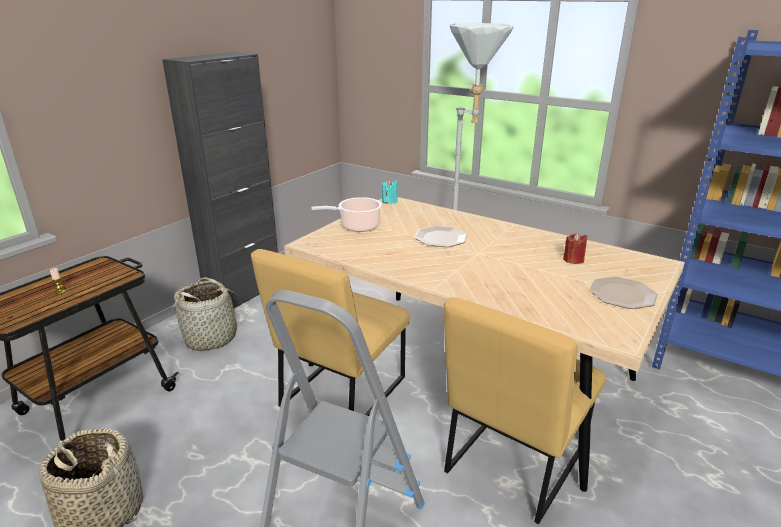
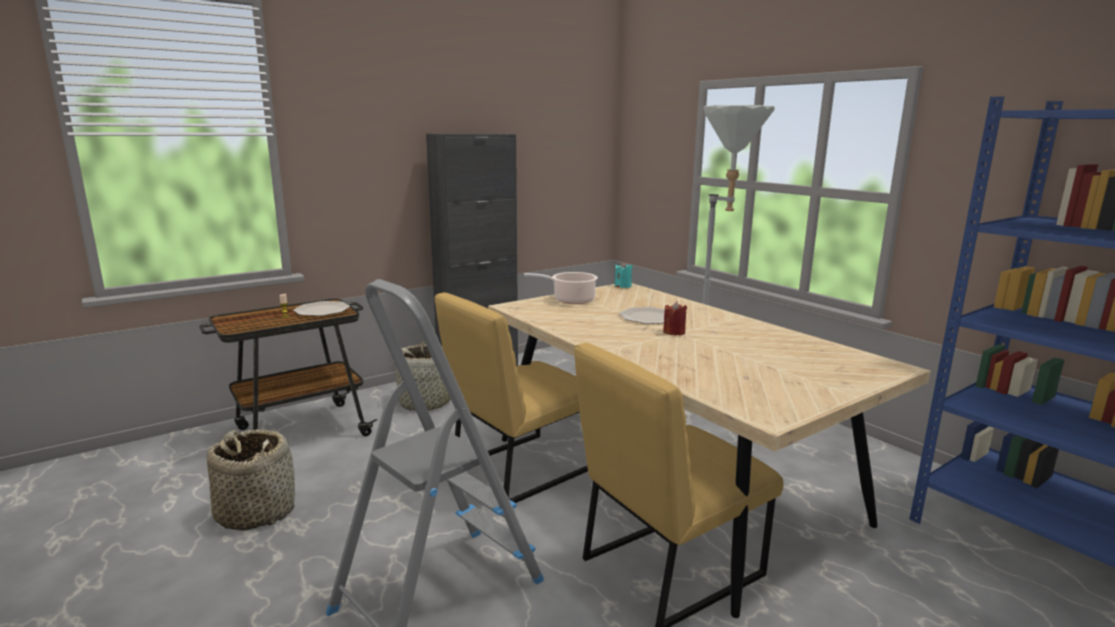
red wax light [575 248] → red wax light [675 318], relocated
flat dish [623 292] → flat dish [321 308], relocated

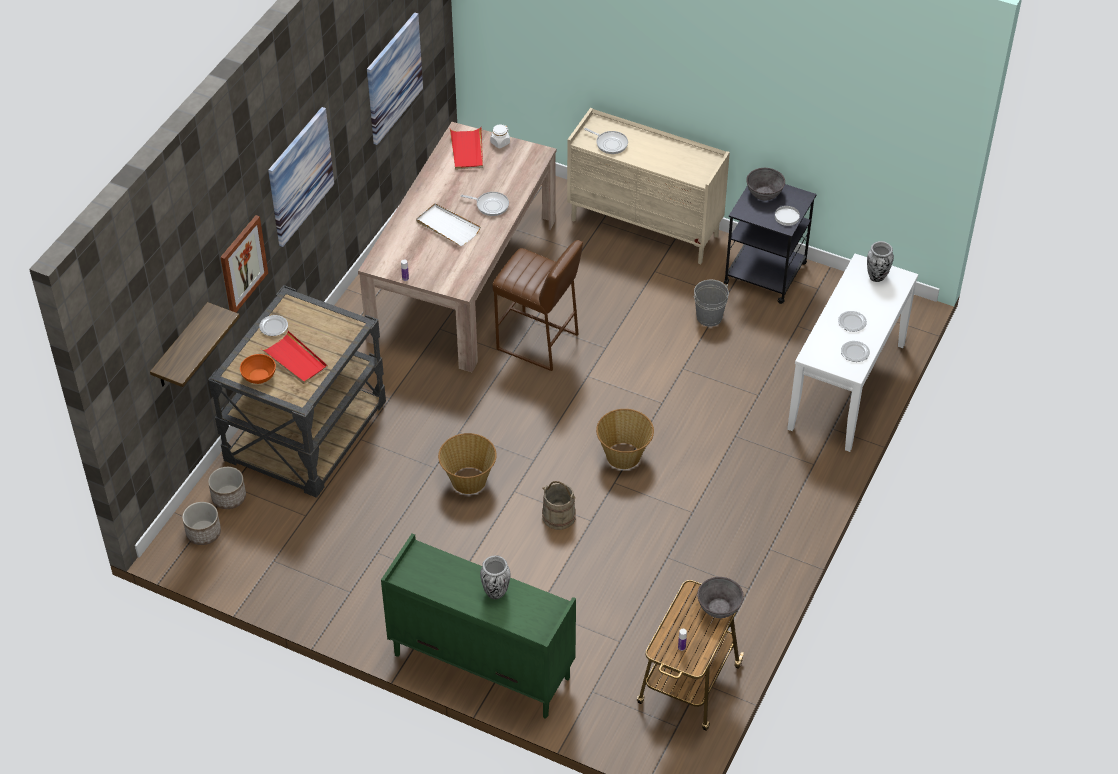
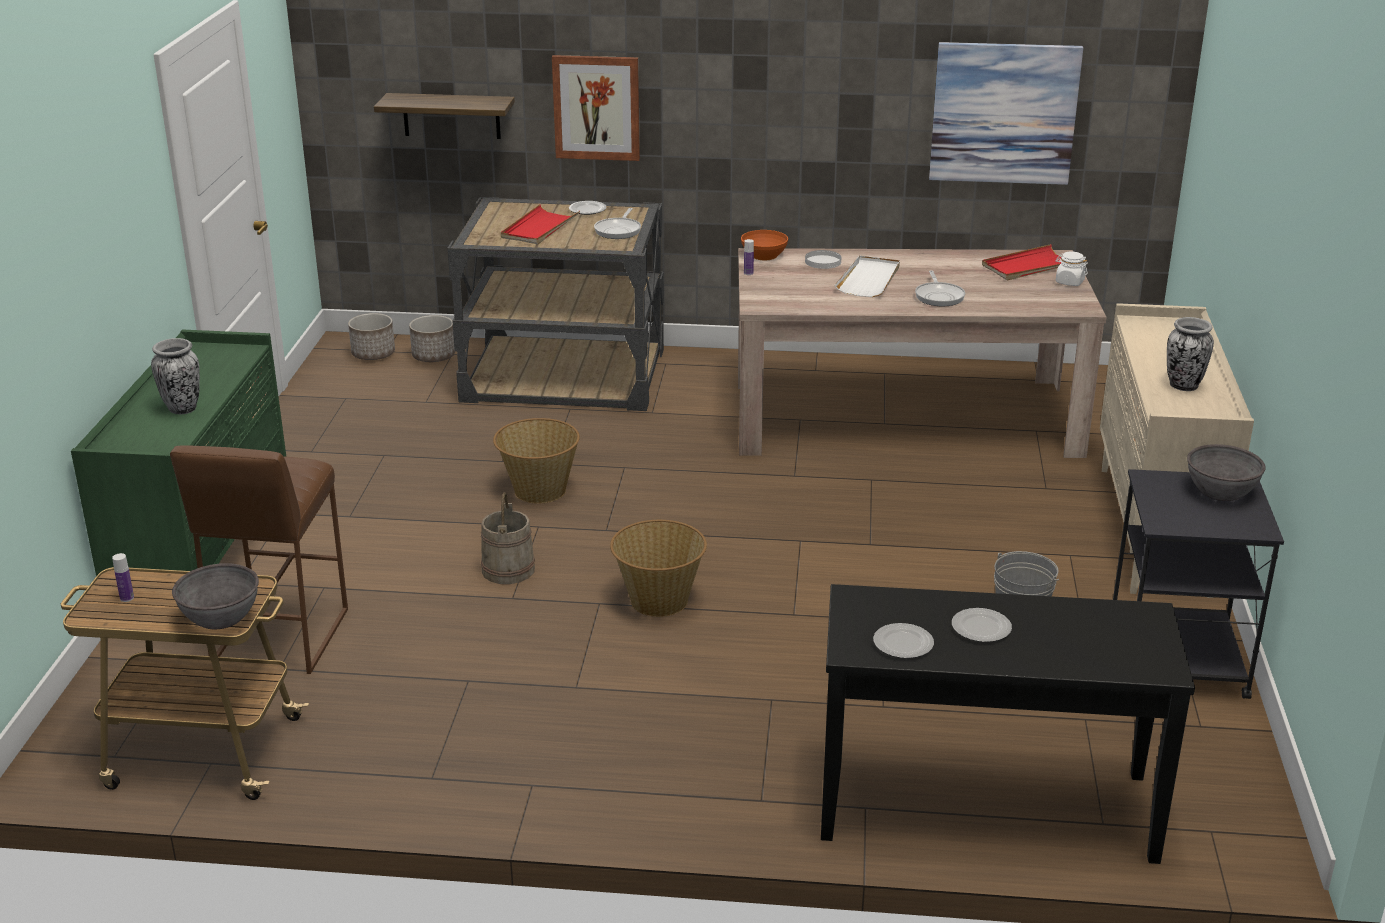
wall art [301 177] → -
orangey deep dish [258 369] → orangey deep dish [764 245], relocated
brown stool seat [537 305] → brown stool seat [259 559], relocated
pan [606 141] → pan [617 223], relocated
white-coloured flat dish [787 216] → white-coloured flat dish [823 259], relocated
decorative vase [880 261] → decorative vase [1190 354], relocated
white-coloured console table [852 353] → blackish console table [1008 724]

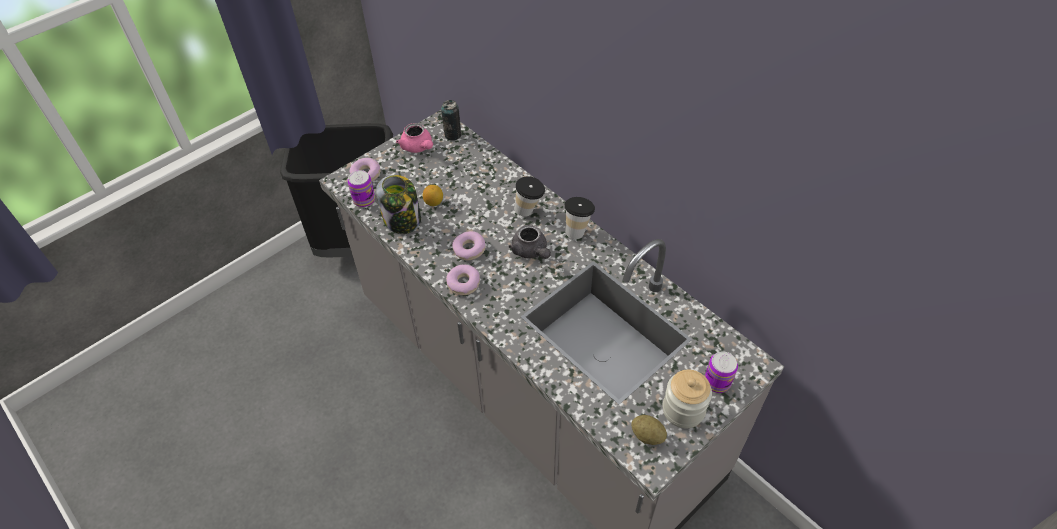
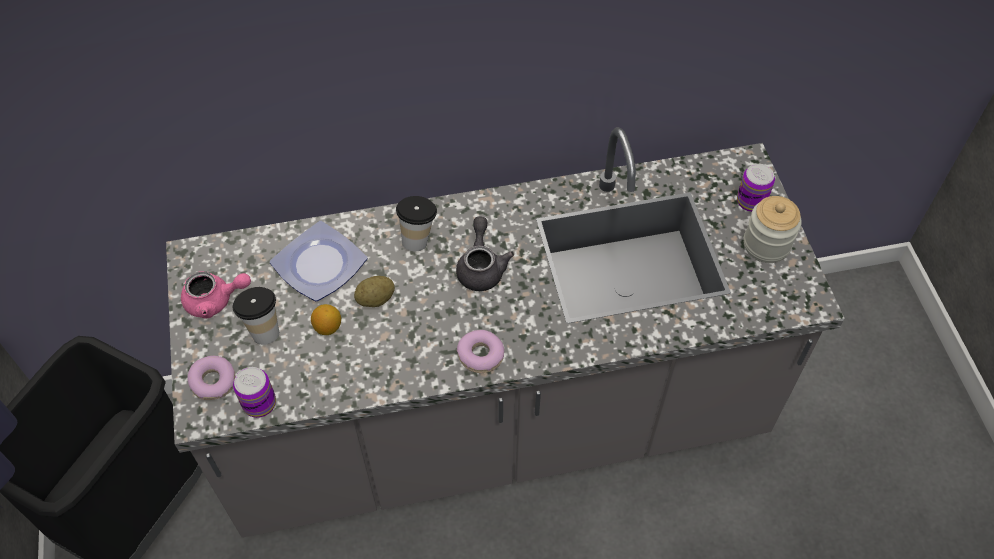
jar [398 204] → -
metal can [451 120] → -
donut [468 245] → -
- → flat dish [318 261]
cup [580 218] → cup [255 316], relocated
potato [649 430] → potato [374 291], relocated
gray tea pot [529 242] → gray tea pot [485 253], 90 degrees counterclockwise

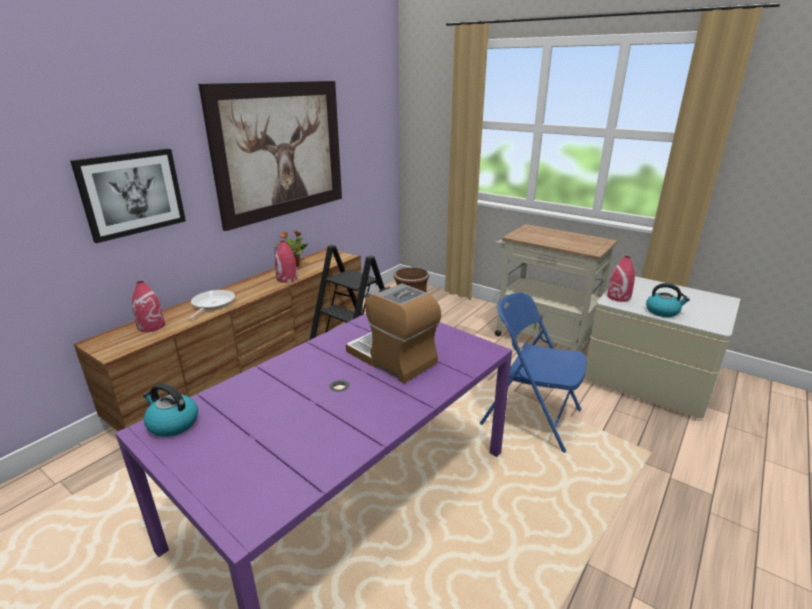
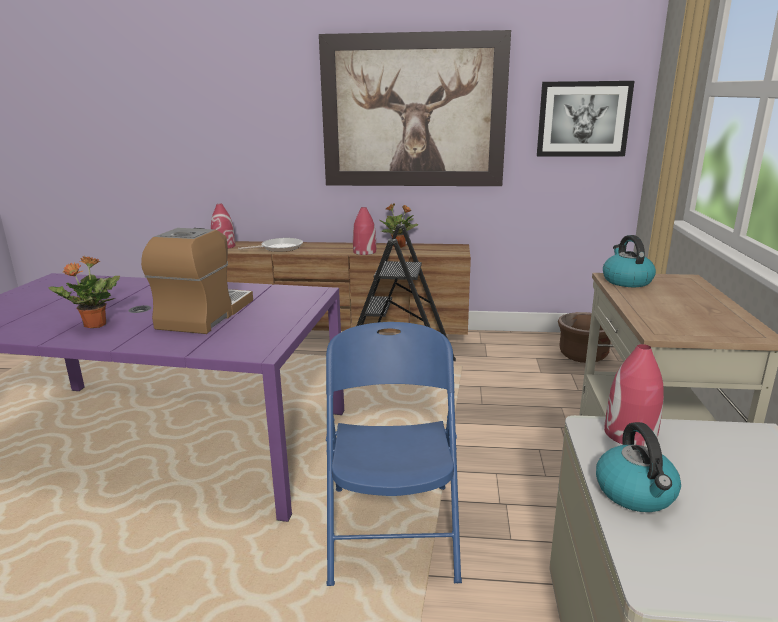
- → potted plant [84 292]
wall art [128 195] → wall art [585 118], relocated
water kettle [170 410] → water kettle [629 261], relocated

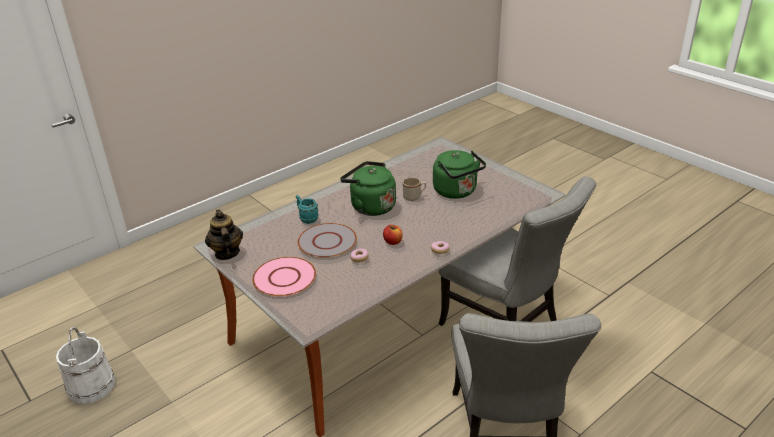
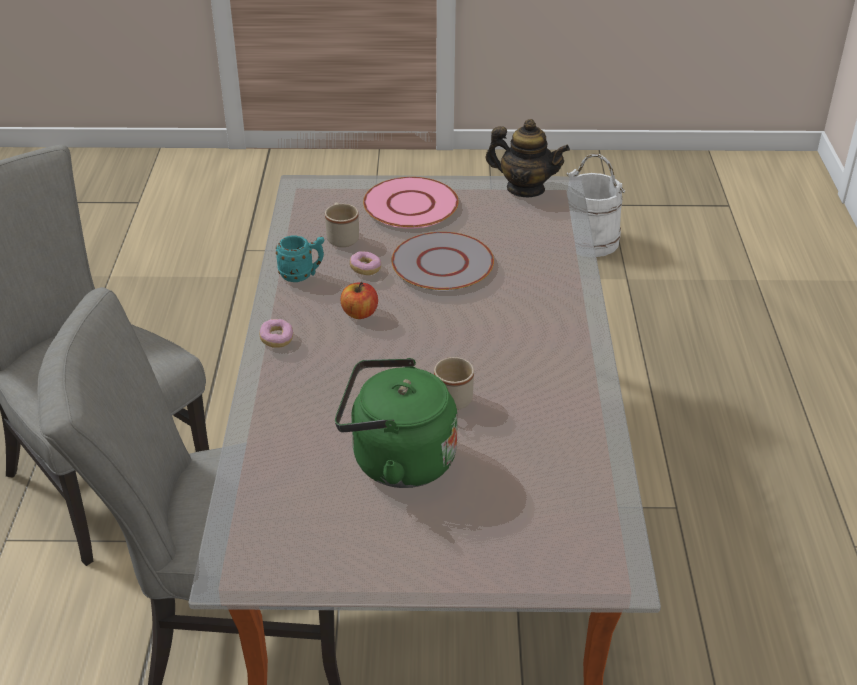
greenish water kettle [368 188] → -
- → beige tea mug [342 224]
blue-green tea mug [307 209] → blue-green tea mug [300 258], relocated

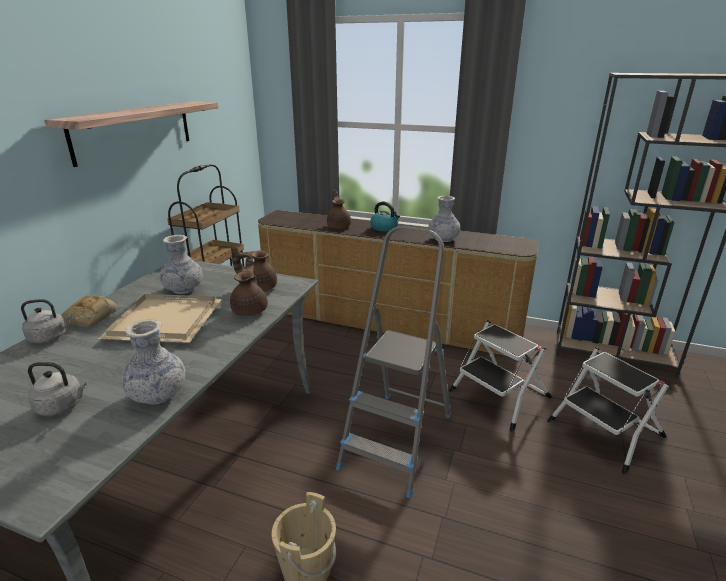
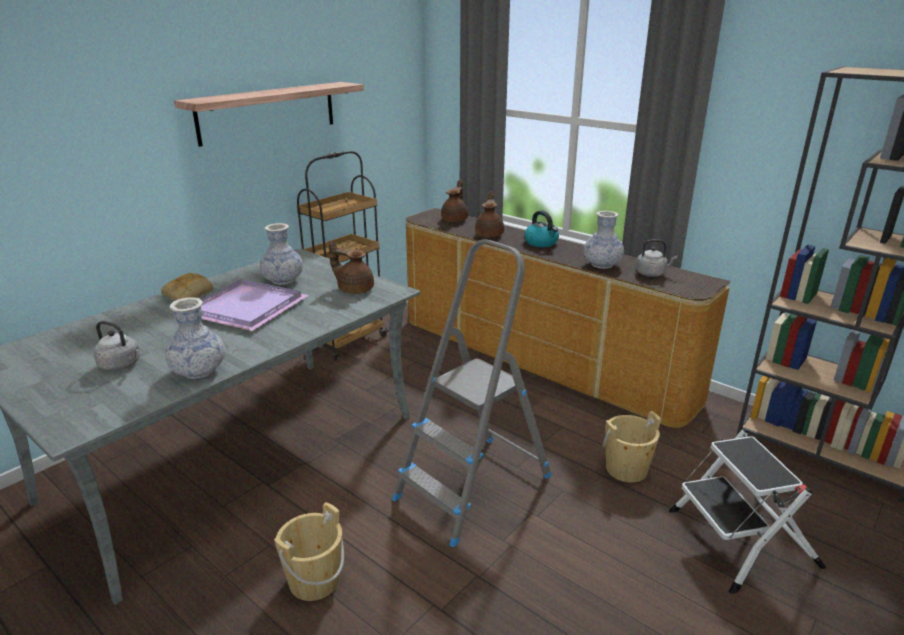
gray water kettle [46 321] → gray water kettle [657 258], relocated
brown tea pot [249 285] → brown tea pot [454 200], relocated
step ladder [500 376] → beige bucket [632 447]
beige tray [160 318] → purple-coloured tray [255 305]

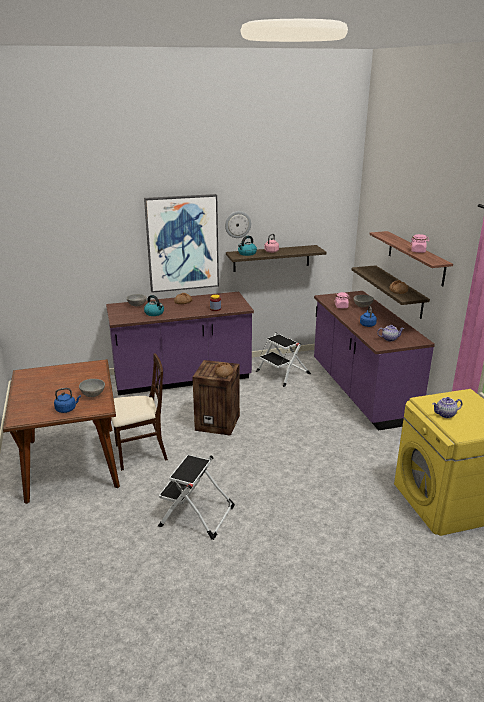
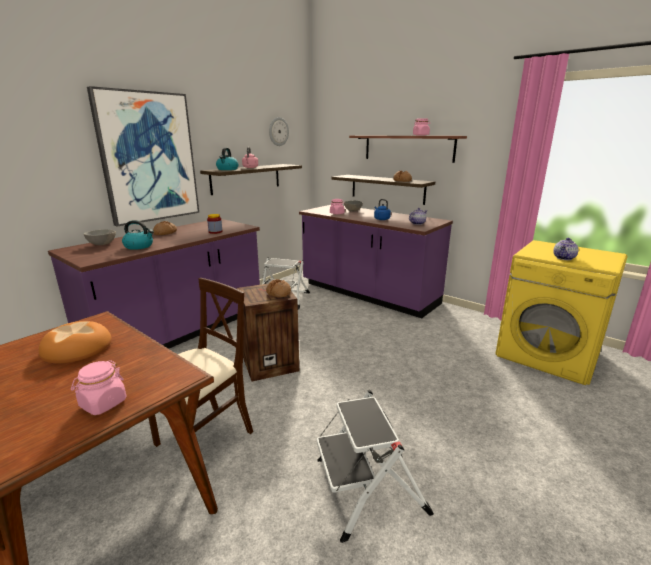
gray deep dish [92 388] → -
- → bread [75 342]
wall clock [238 224] → wall clock [279 131], relocated
blue water kettle [67 400] → pink jar [98 387]

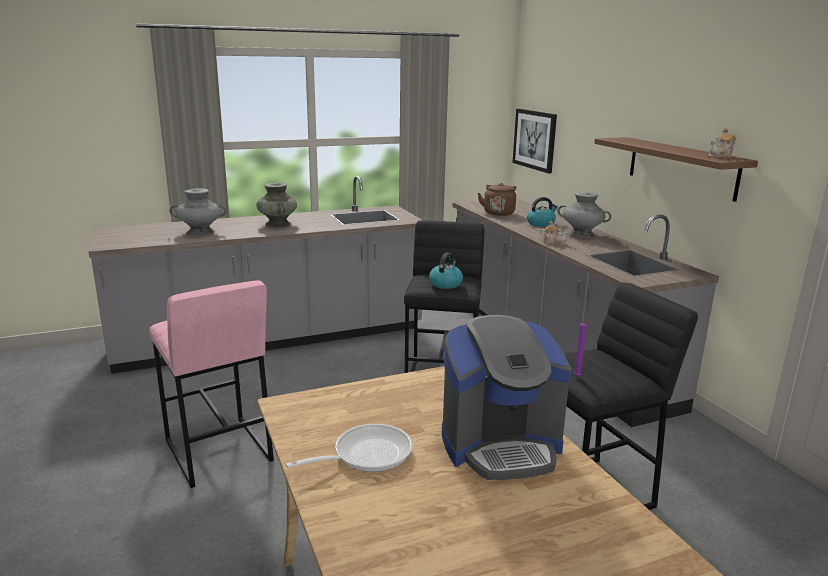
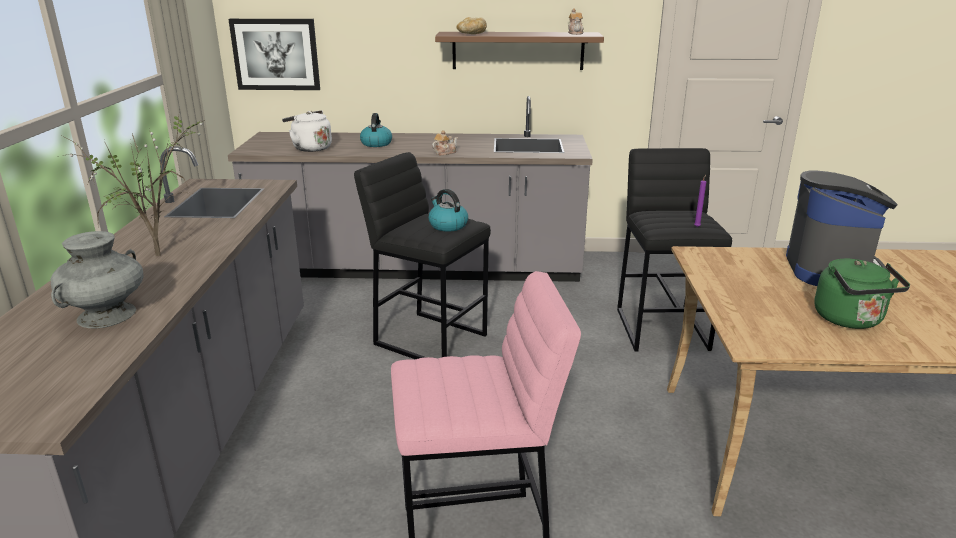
gray decorative vase [584 215] → -
- → bread [471 25]
blue-green decorative vase [276 205] → potted plant [133 181]
pan [349 448] → greenish water kettle [862 294]
brown water kettle [497 199] → white-coloured water kettle [307 131]

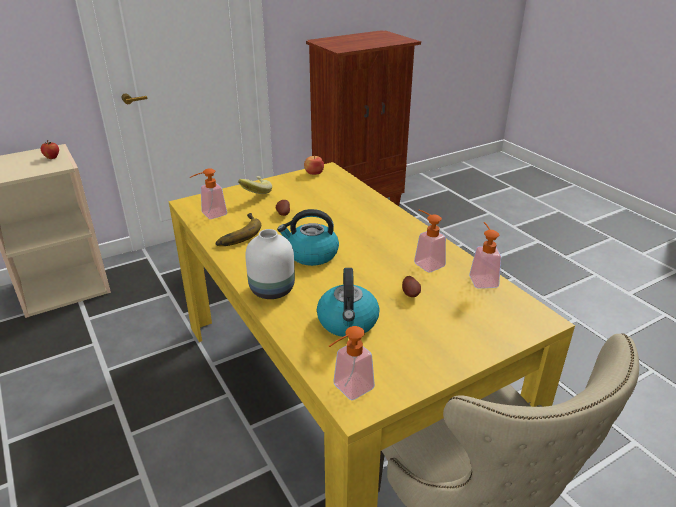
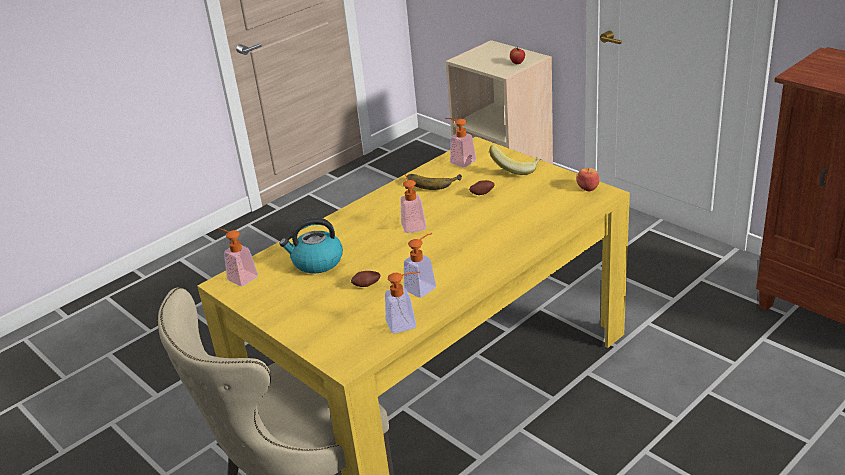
white-coloured decorative vase [270 264] → -
water kettle [308 237] → soap bottle [413 203]

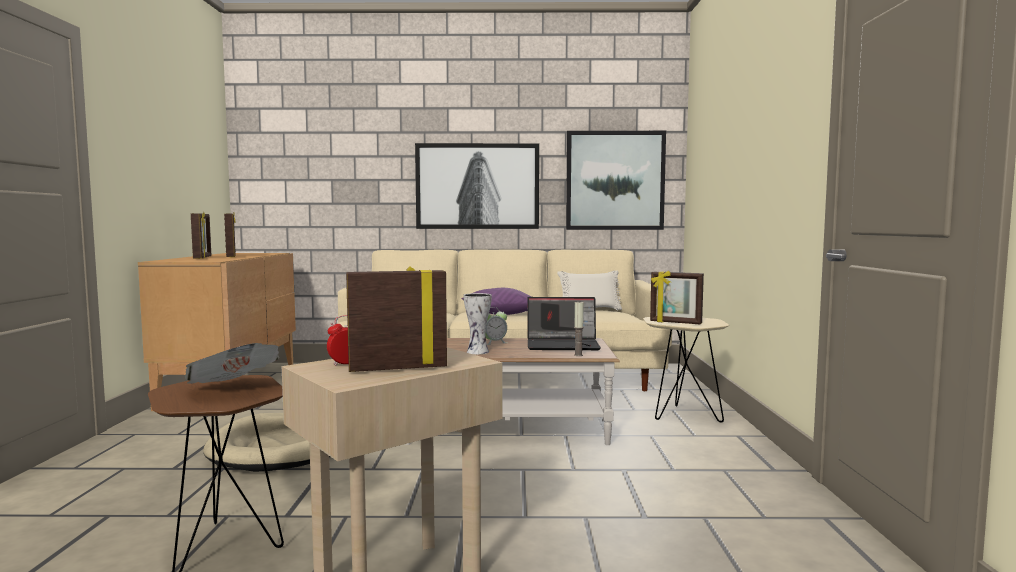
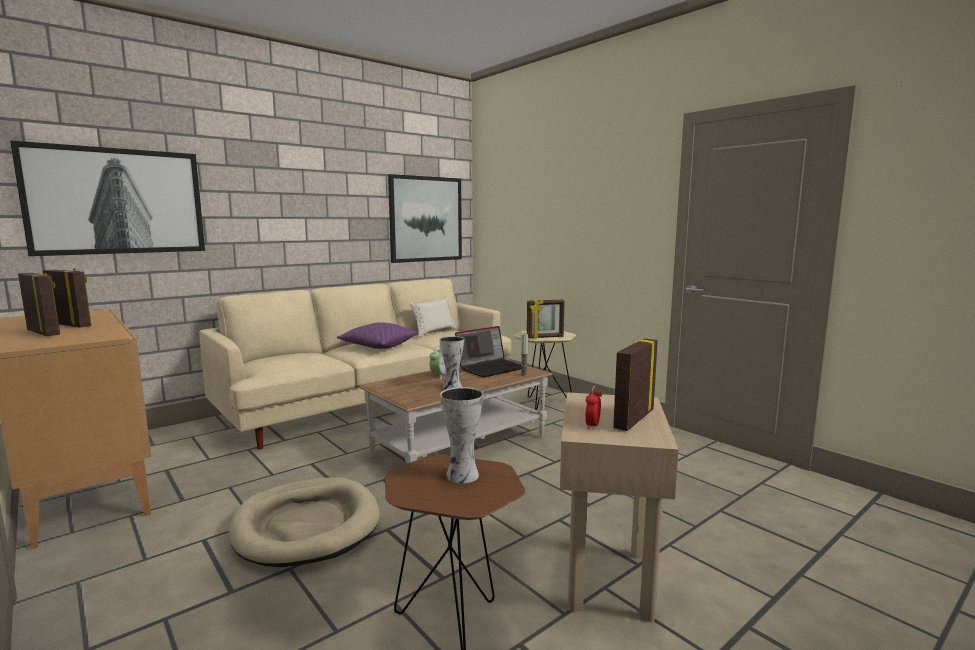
wall art [477 186] → wall art [107 198], relocated
printed paper [232 363] → decorative vase [461 435]

